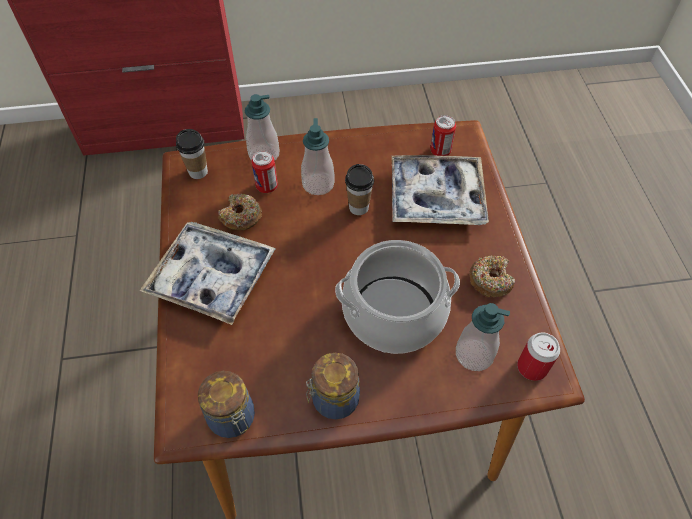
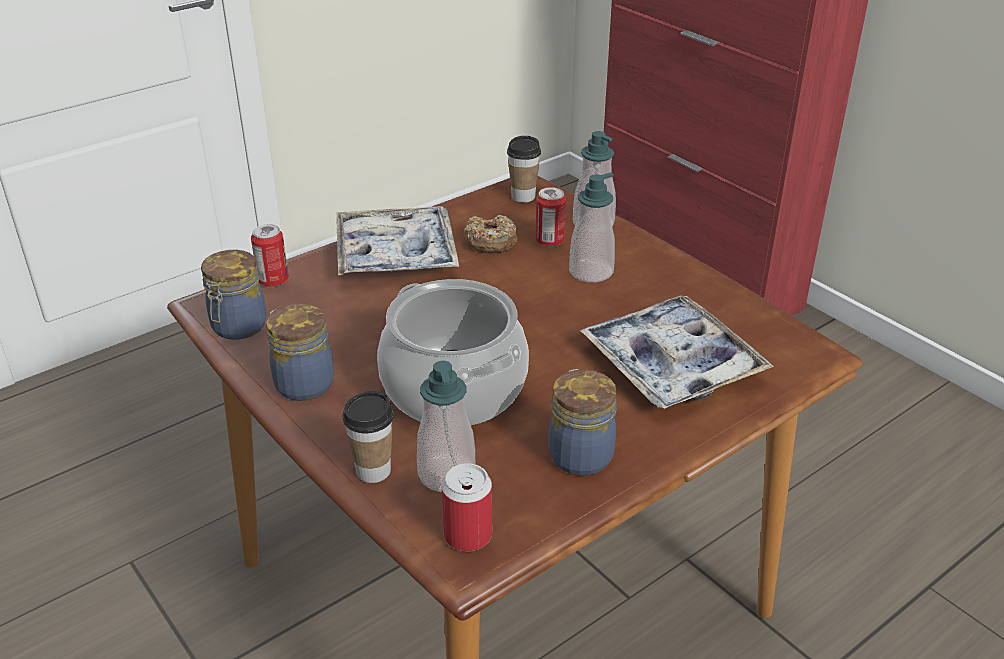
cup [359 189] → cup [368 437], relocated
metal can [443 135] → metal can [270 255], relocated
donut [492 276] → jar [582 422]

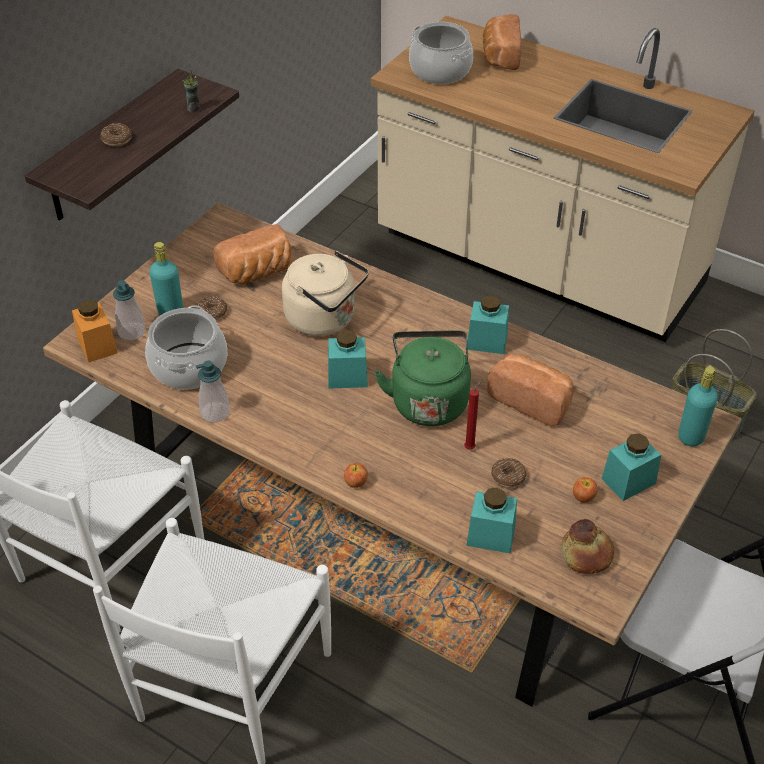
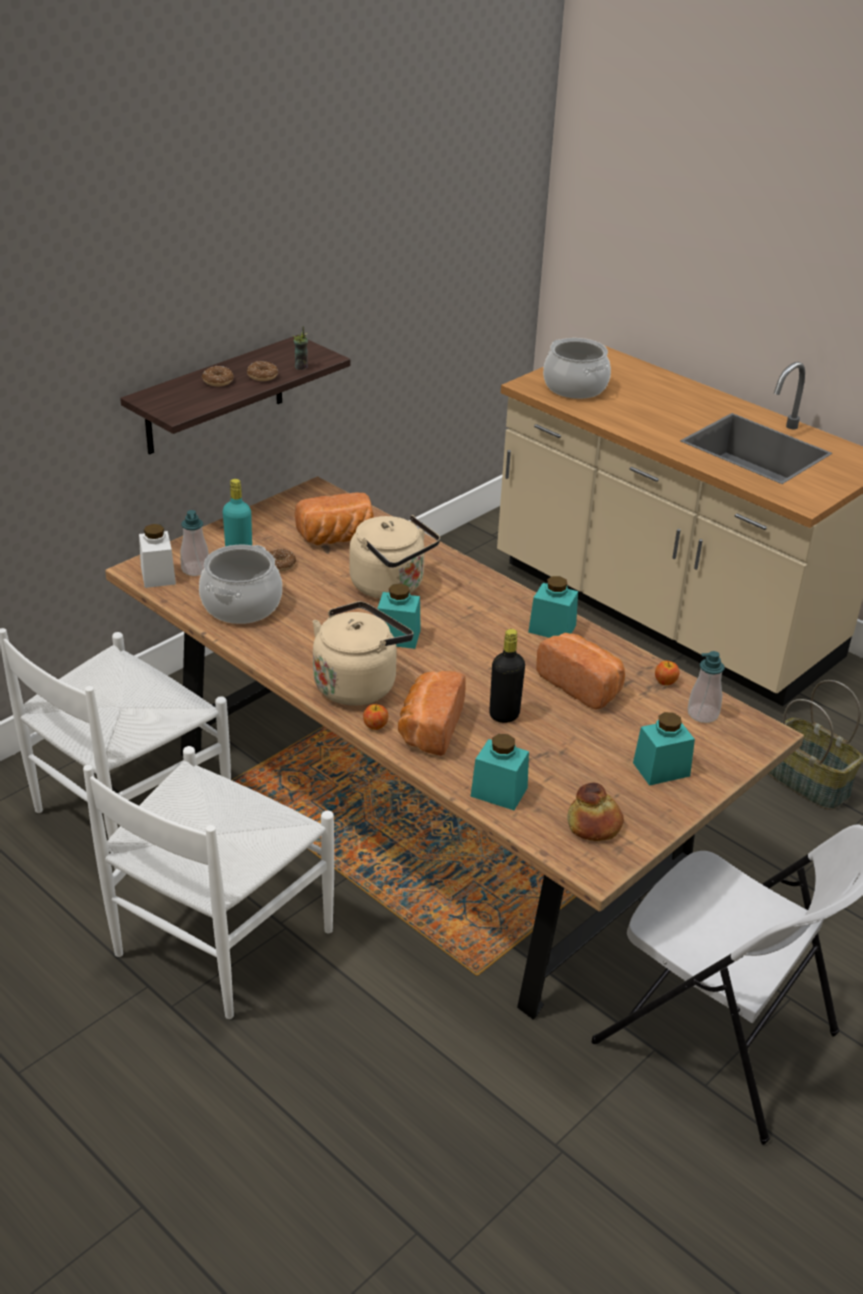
greenish water kettle [423 378] → -
blue-green beverage bottle [698 406] → -
- → beige water kettle [363 653]
soap bottle [213 391] → soap bottle [706 687], relocated
bread [502 42] → bread [432 713], relocated
donut [509 473] → donut [262 371], relocated
apple fruit [585 490] → apple fruit [667 673], relocated
red wax light [473 415] → blackish beverage bottle [507 676]
orangey jar [95 331] → white-coloured jar [157 556]

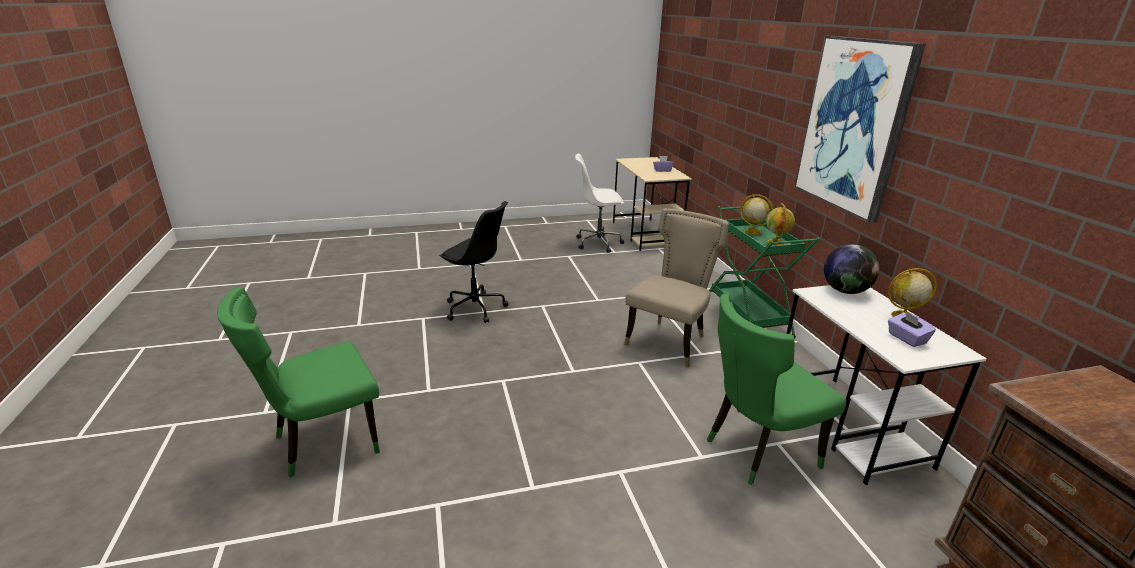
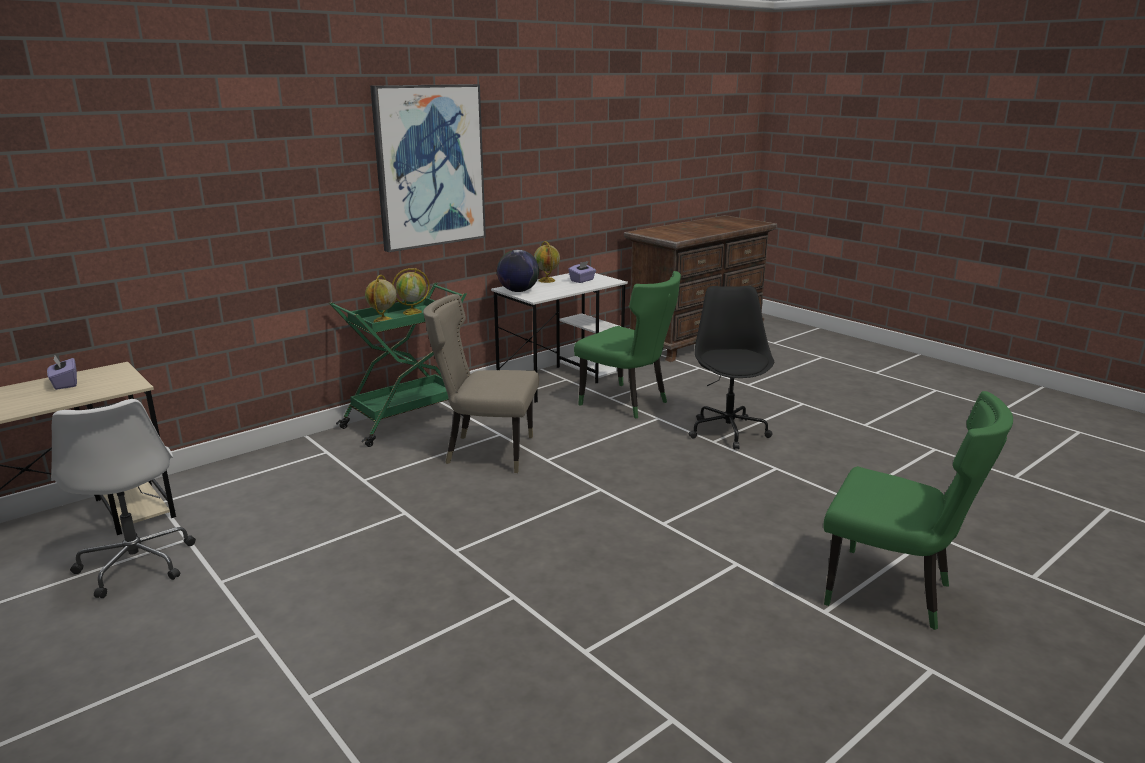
blackish office chair [474 262] → blackish office chair [731 367], relocated

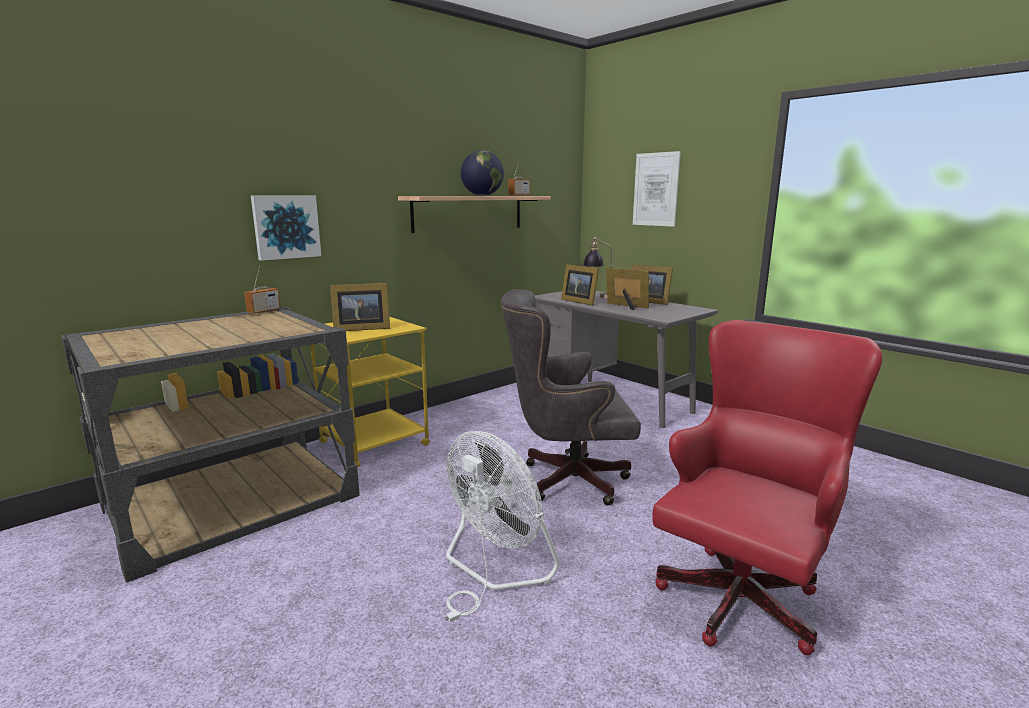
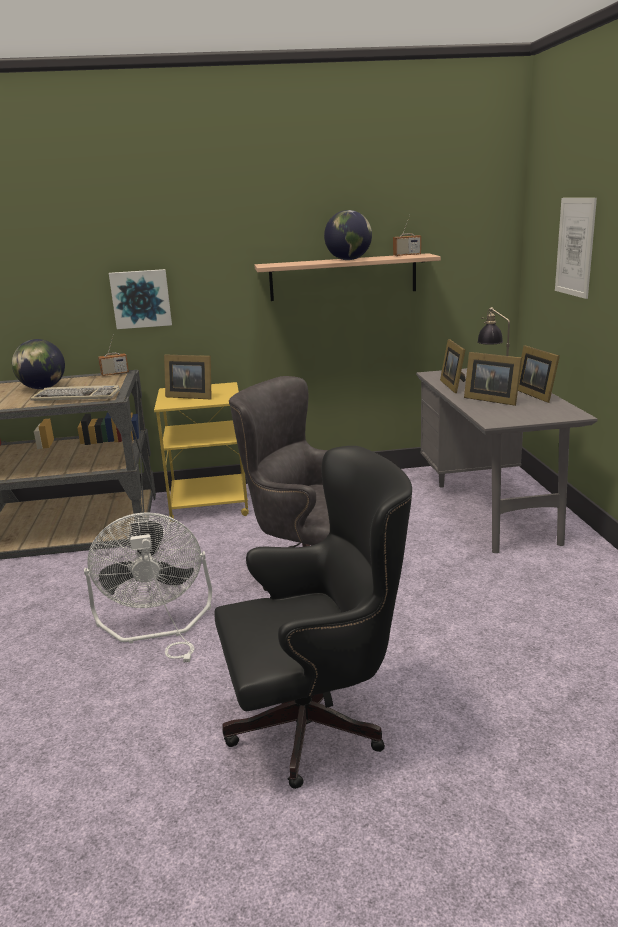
- → world globe [38 364]
- → computer keyboard [75 393]
red office chair [767 487] → blackish office chair [313 617]
white-coloured electric fan [502 526] → white-coloured electric fan [148 587], 90 degrees counterclockwise
picture frame [627 289] → picture frame [493 379], 150 degrees clockwise

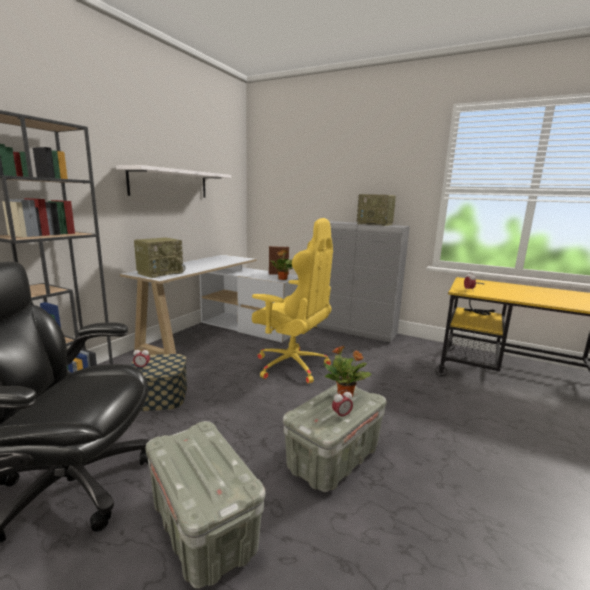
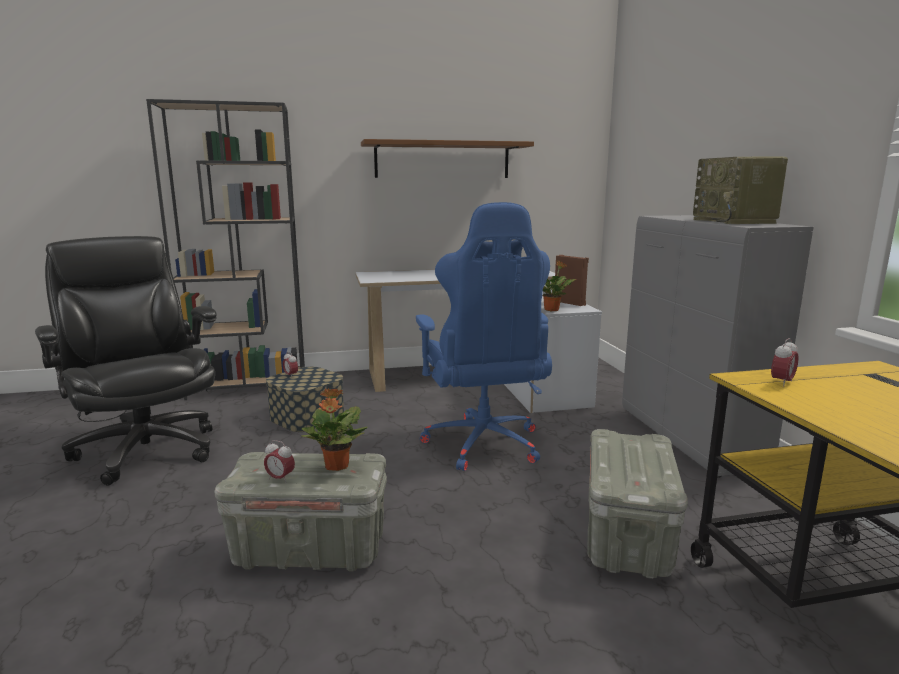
radio [159 257] → -
gray storage container [205 505] → gray storage container [637 504], relocated
white-coloured bracket shelf [173 181] → brown bracket shelf [447 158]
yellow-coloured office chair [292 300] → blue office chair [484 336]

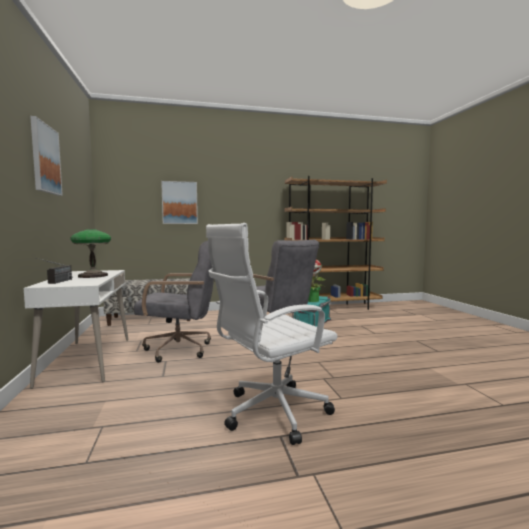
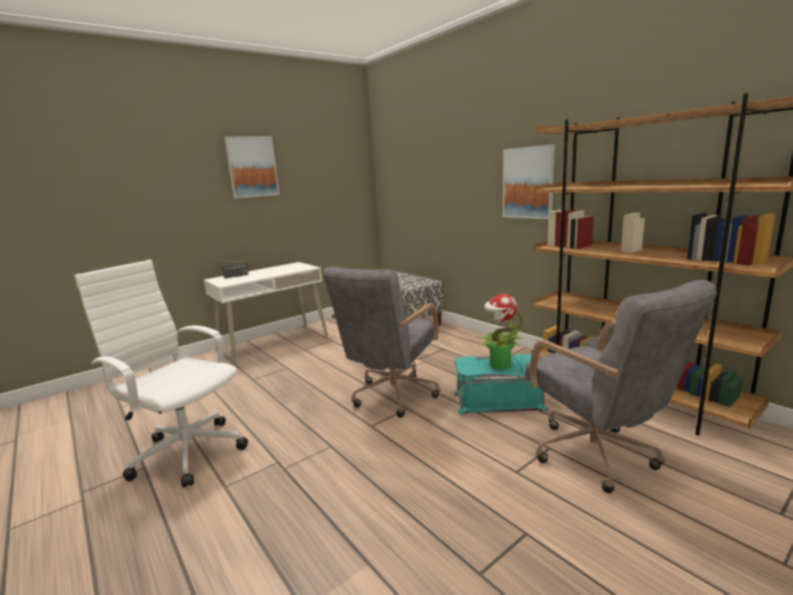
table lamp [90 253] → -
gray office chair [174 302] → gray office chair [621 386], relocated
wall art [179 202] → wall art [529 181], relocated

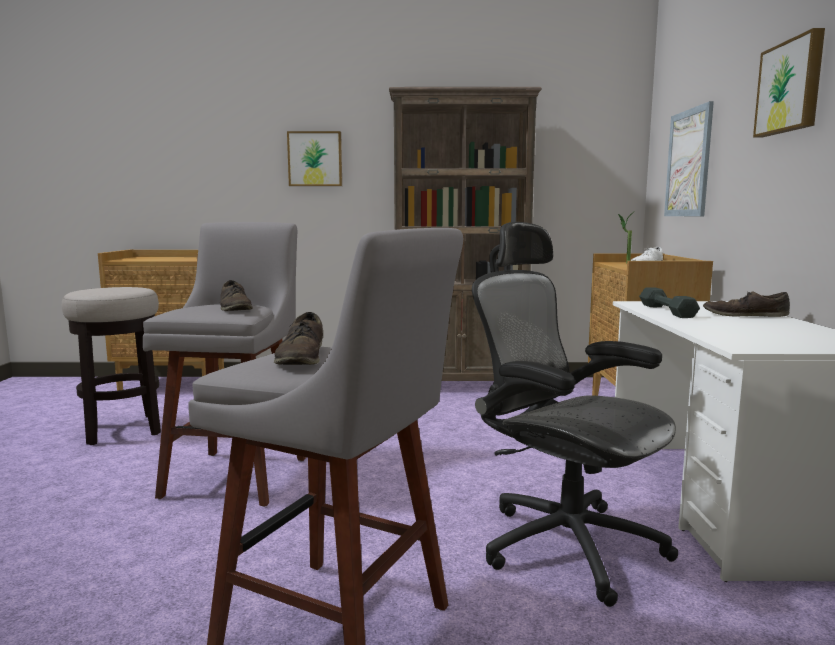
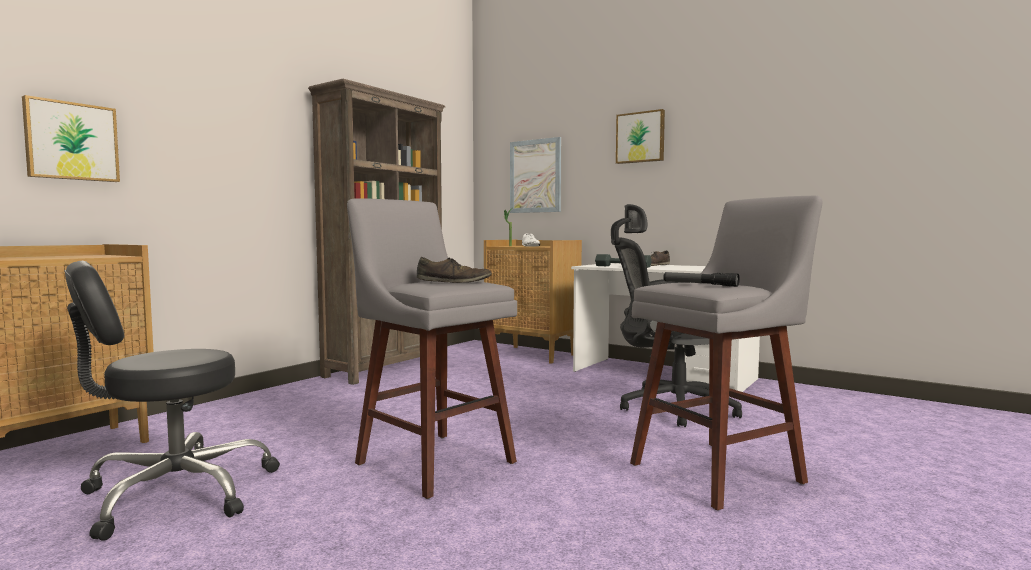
wall art [314 158] → wall art [71 138], relocated
stool seat [111 366] → blackish office chair [172 401]
brown low shoe [298 338] → hand torch [701 279]

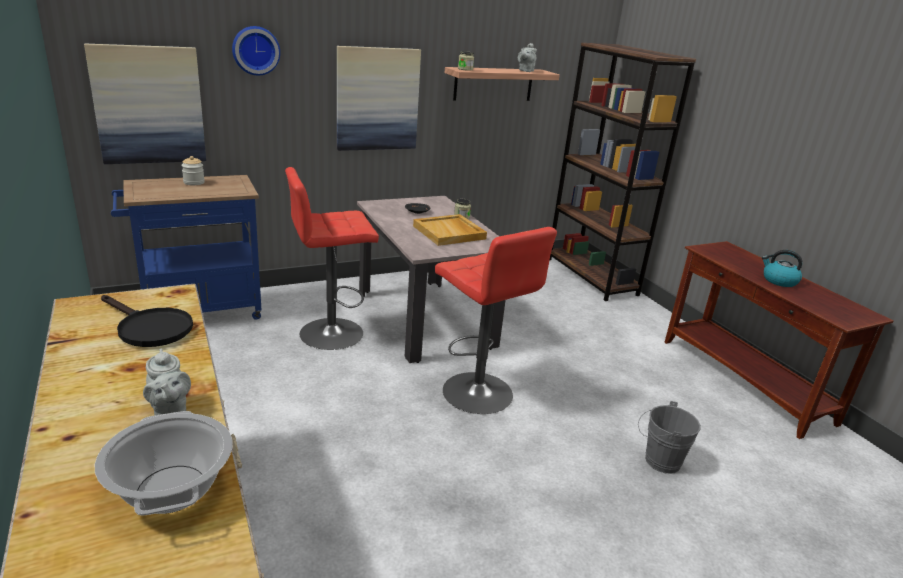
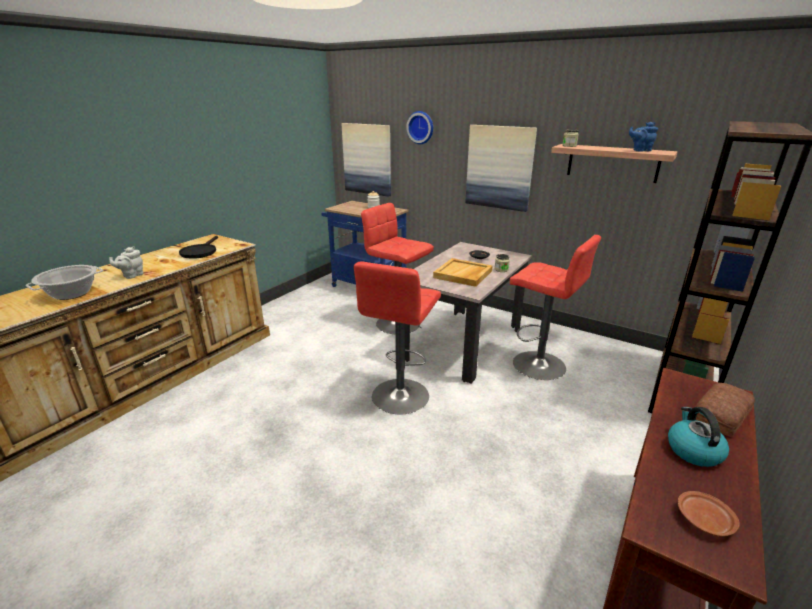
gray bucket [669 437] → -
- → red stool seat [555 307]
- → brown flat dish [709 514]
- → bread [725 410]
gray tea pot [527 57] → blue tea pot [643 137]

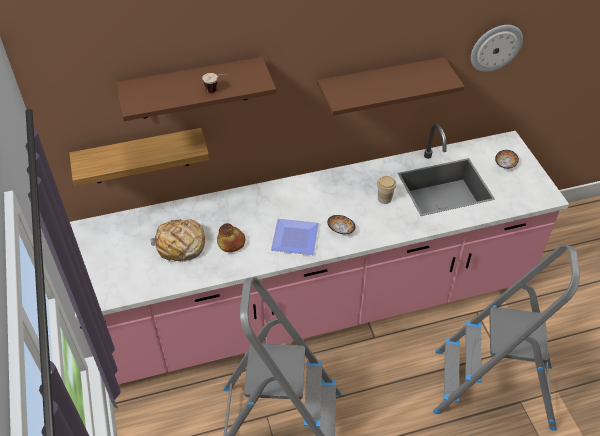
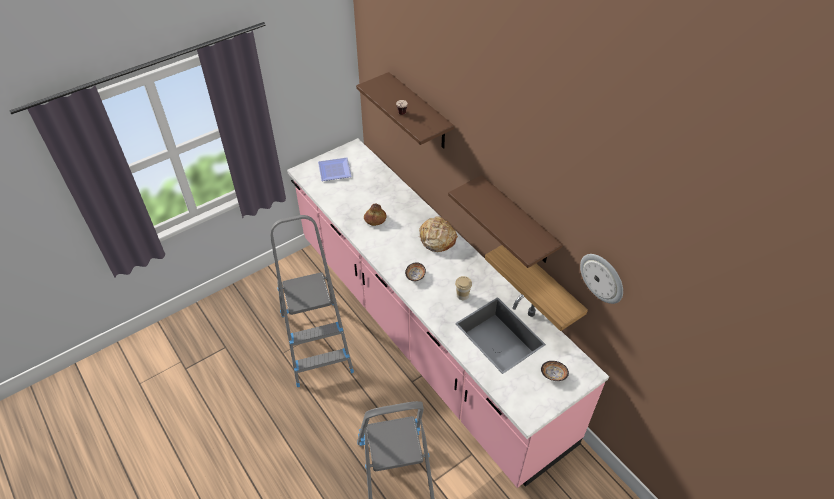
bracket shelf [139 157] → bracket shelf [536 288], relocated
bread [177 240] → bread [438 234], relocated
flat dish [295 237] → flat dish [335 169], relocated

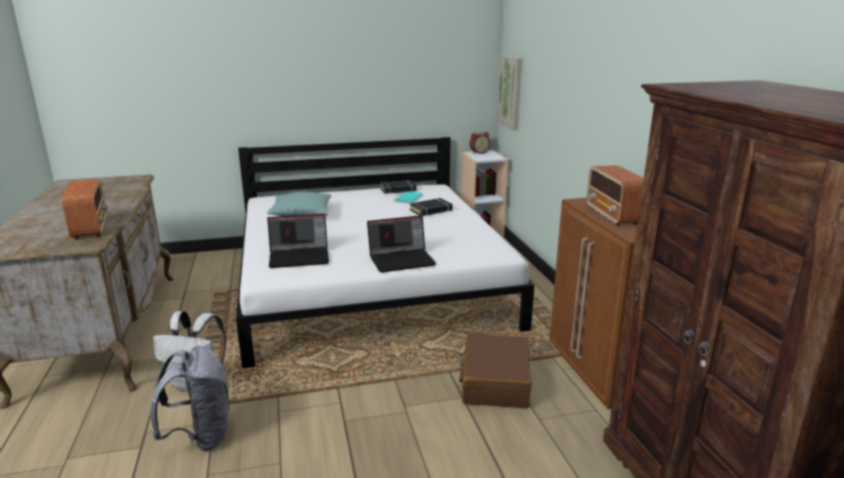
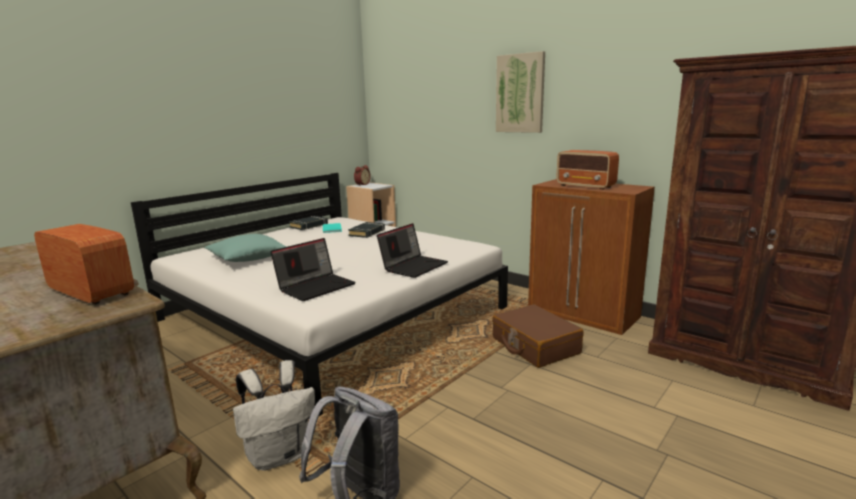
wall art [509 92] → wall art [520 92], relocated

